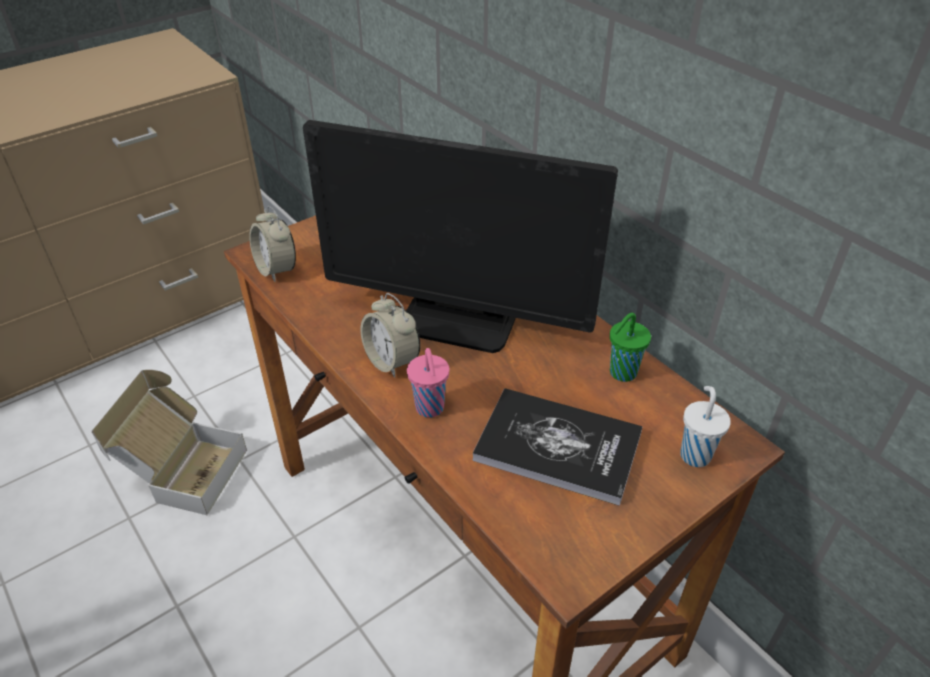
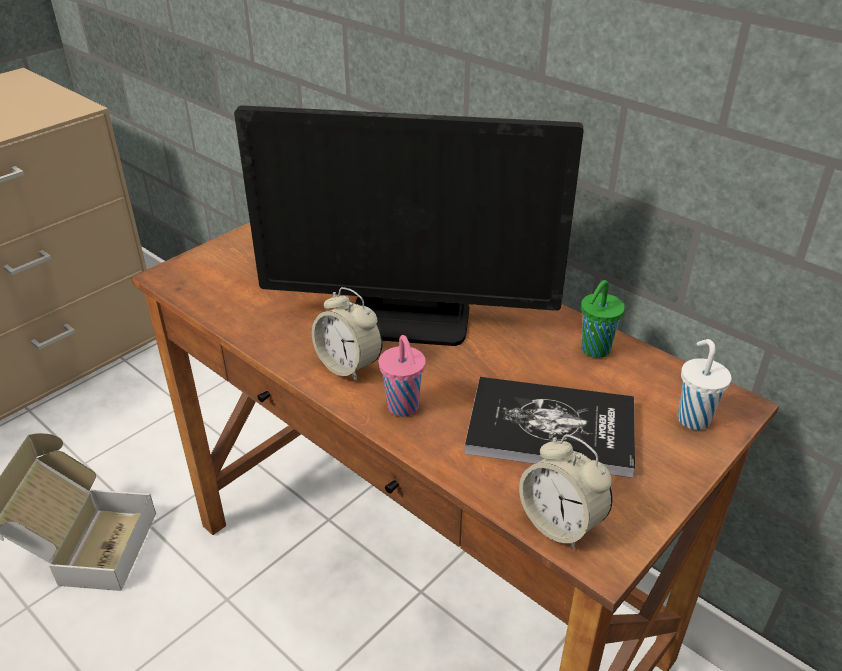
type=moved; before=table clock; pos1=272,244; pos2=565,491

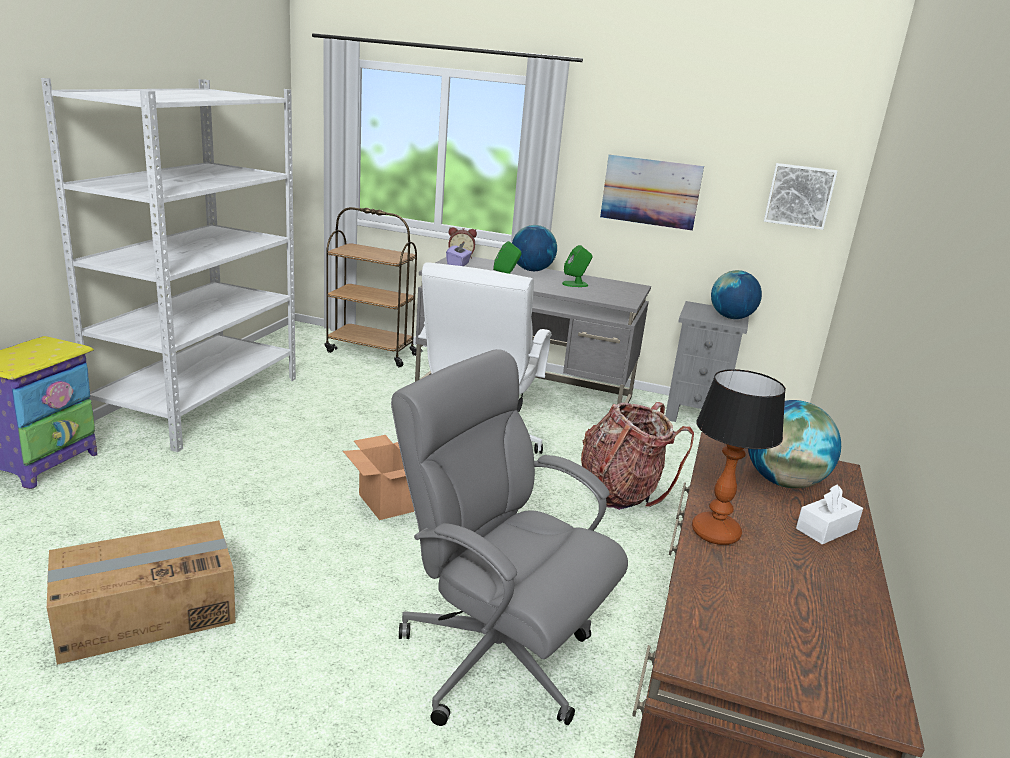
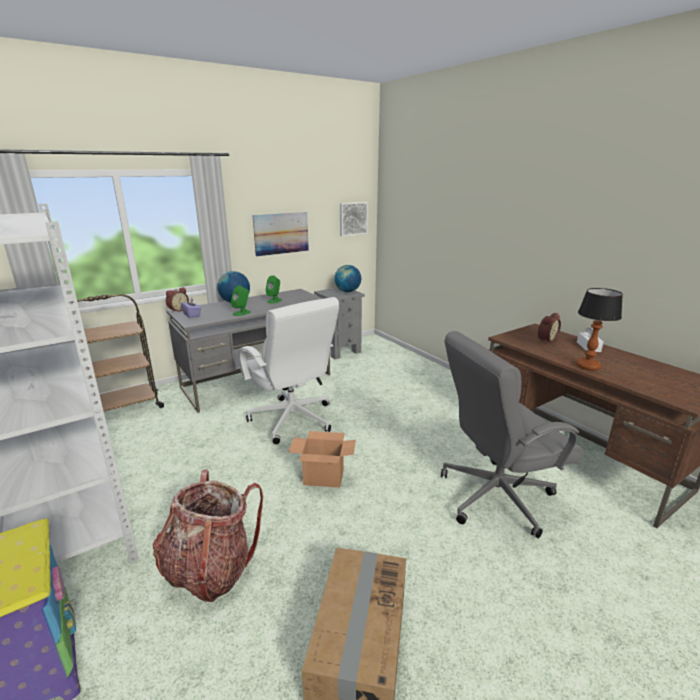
type=replaced; before=desk globe; after=table clock; pos1=794,444; pos2=549,328
type=moved; before=rucksack; pos1=637,456; pos2=208,535

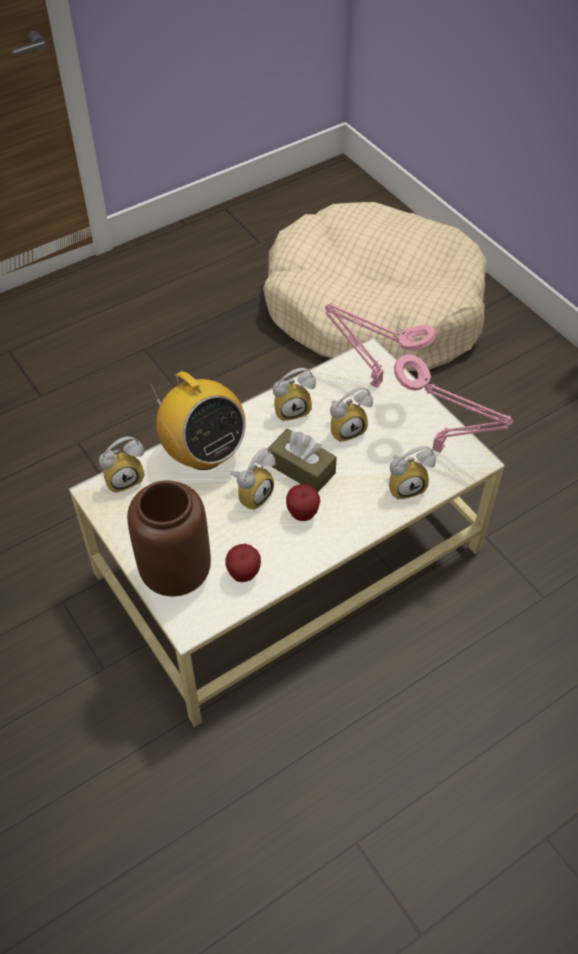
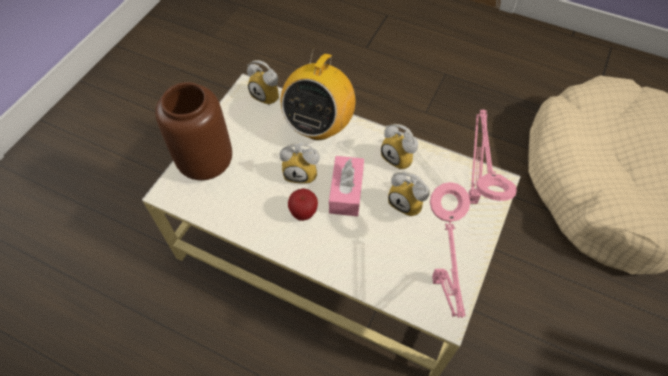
type=recoloured; before=tissue box in brown; after=tissue box in pink-coloured; pos1=302,460; pos2=346,186
type=removed; before=table clock; pos1=412,472
type=removed; before=whole apple; pos1=243,563

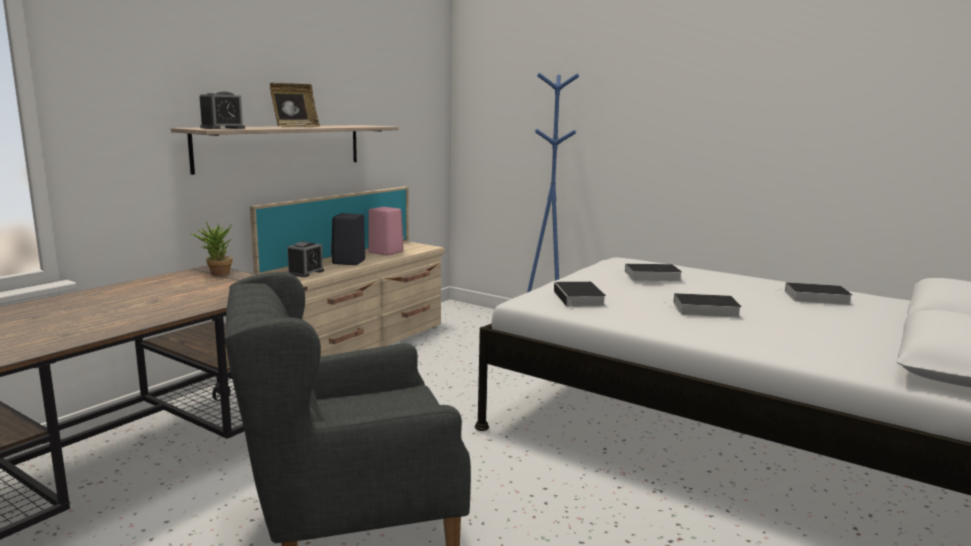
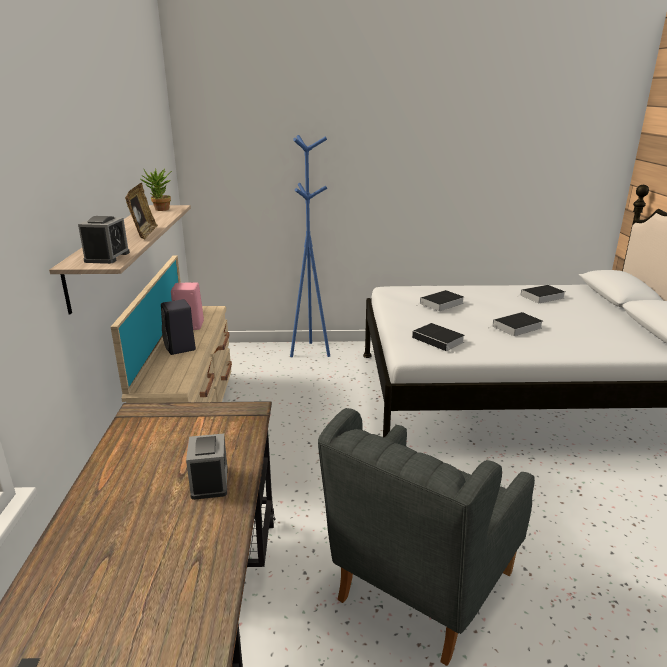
type=moved; before=plant in a pot; pos1=211,249; pos2=156,189
type=moved; before=table clock; pos1=305,259; pos2=207,467

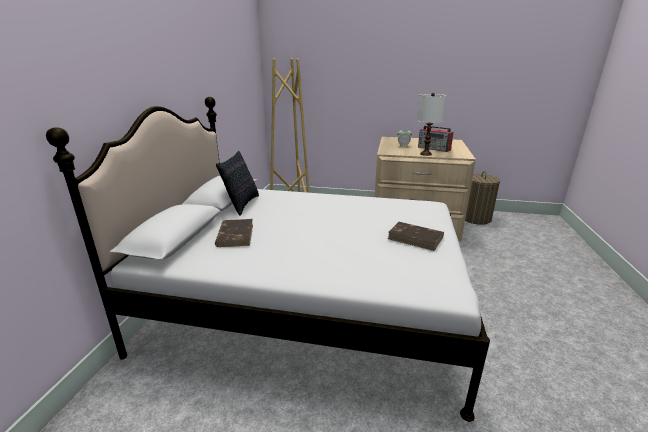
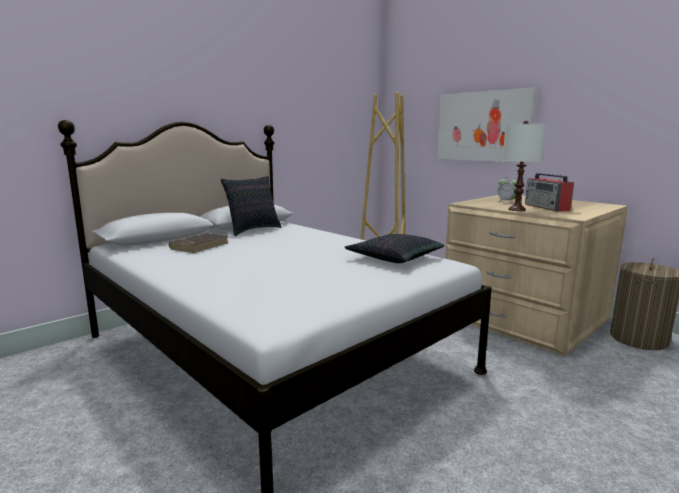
type=removed; before=bound book in brown; pos1=416,236
type=added; after=wall picture; pos2=487,125
type=added; after=pillow in black; pos2=394,248

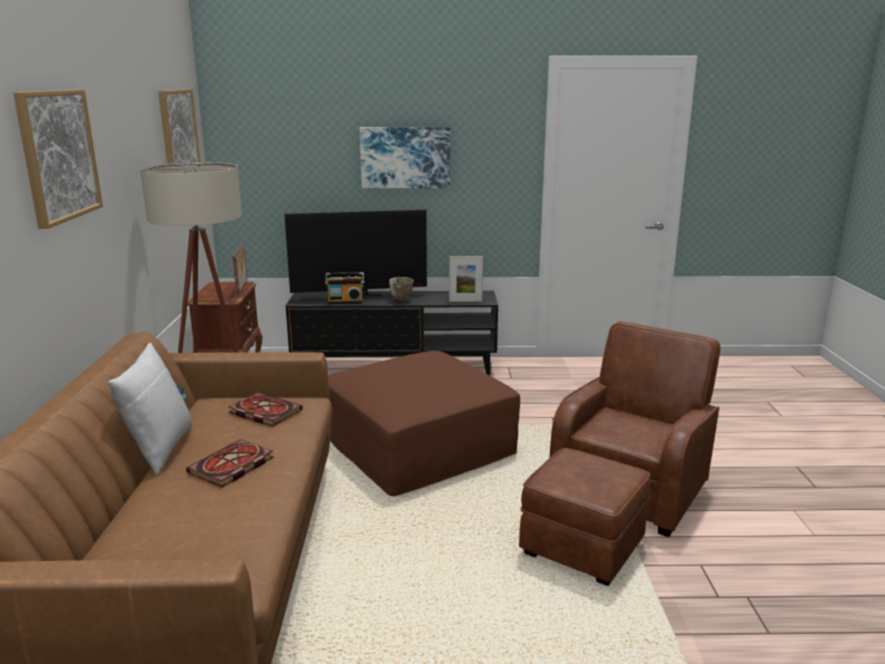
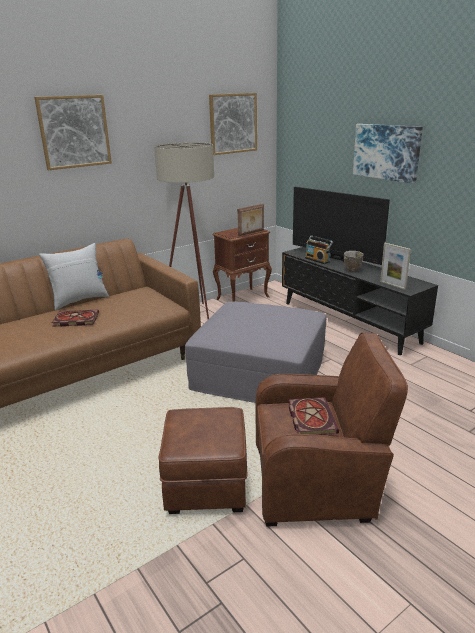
type=recoloured; before=pouffe in brown; after=pouffe in gray; pos1=424,423; pos2=255,352
type=moved; before=bound book; pos1=266,410; pos2=314,416

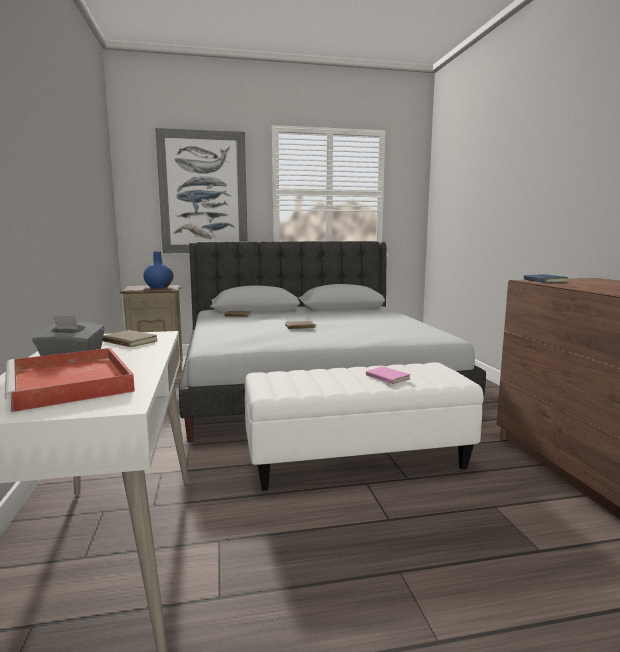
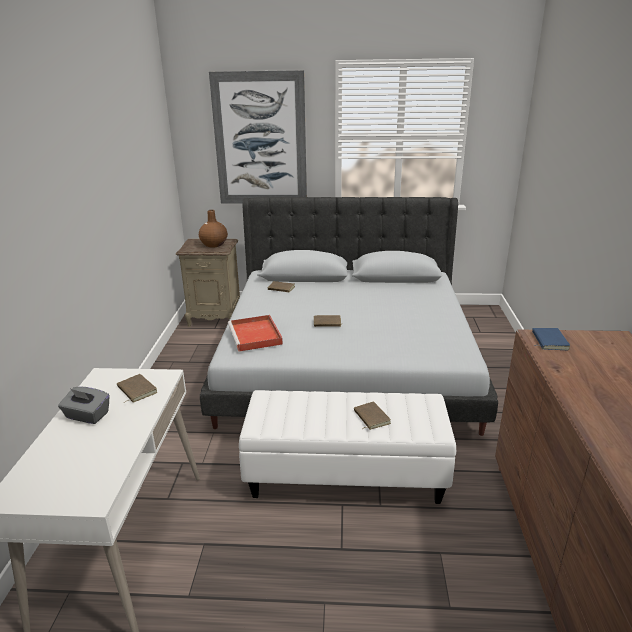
type=recoloured; before=vase in blue; after=vase in brown; pos1=158,269; pos2=213,228
type=moved; before=carrying tray in reddish; pos1=70,380; pos2=255,333
type=recoloured; before=bound book in pink-coloured; after=bound book in brown; pos1=388,375; pos2=372,416

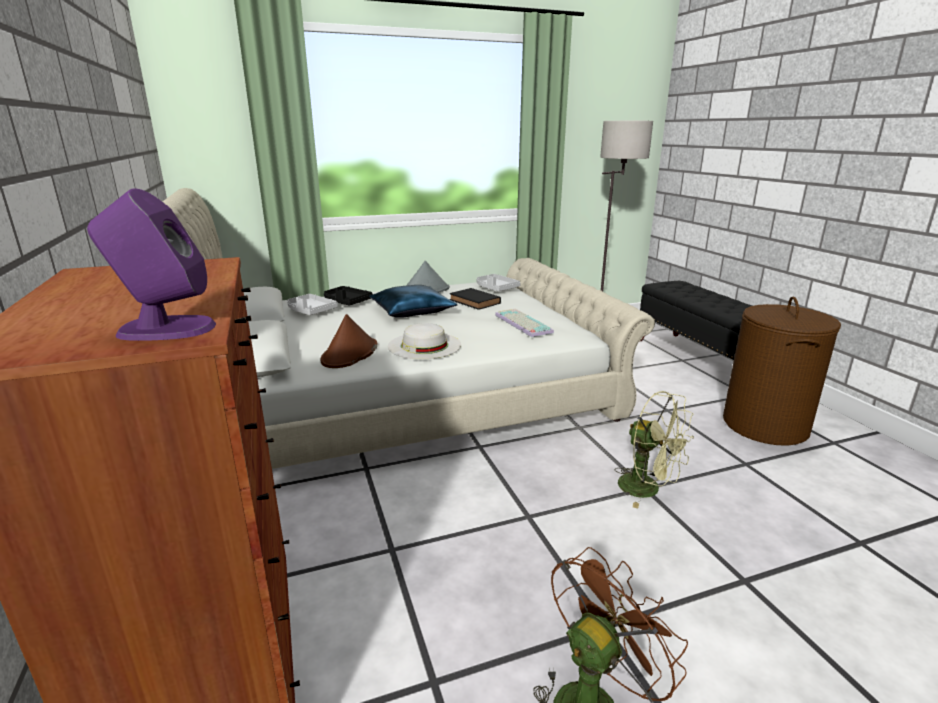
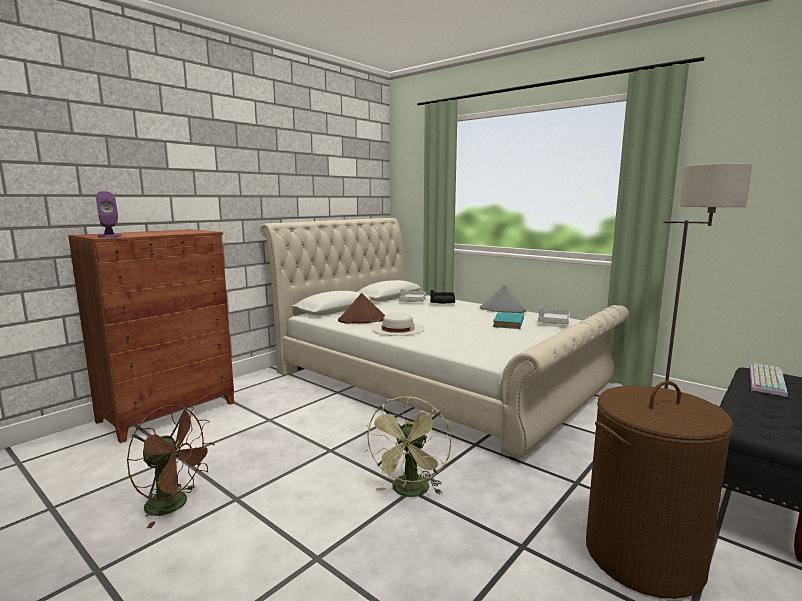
type=removed; before=pillow in blue; pos1=413,301
type=recoloured; before=bound book in black; after=bound book in turquoise-coloured; pos1=475,299; pos2=508,320
type=moved; before=PC keyboard; pos1=524,323; pos2=768,380

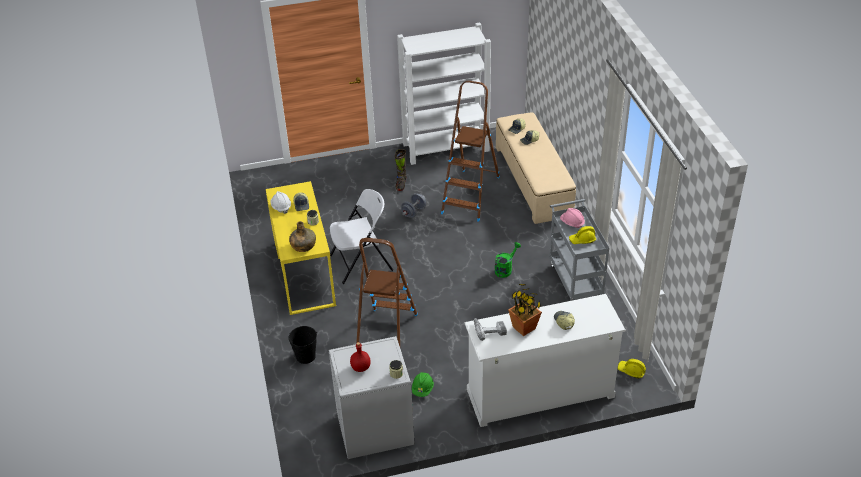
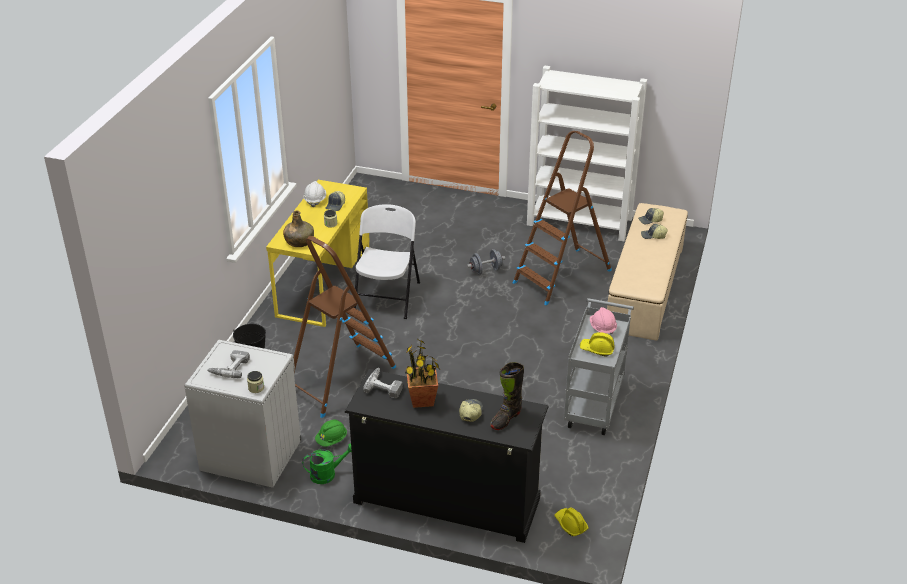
type=moved; before=tall boot in black; pos1=400,170; pos2=507,396
type=turned; before=upright chair in white-coloured; pos1=361,236; pos2=387,261; turn=-90
type=moved; before=watering can in green-coloured; pos1=508,260; pos2=327,464
type=recoloured; before=cabinet in white-coloured; after=cabinet in black; pos1=545,360; pos2=446,456
type=replaced; before=beverage bottle in reddish; after=power drill; pos1=360,357; pos2=229,364

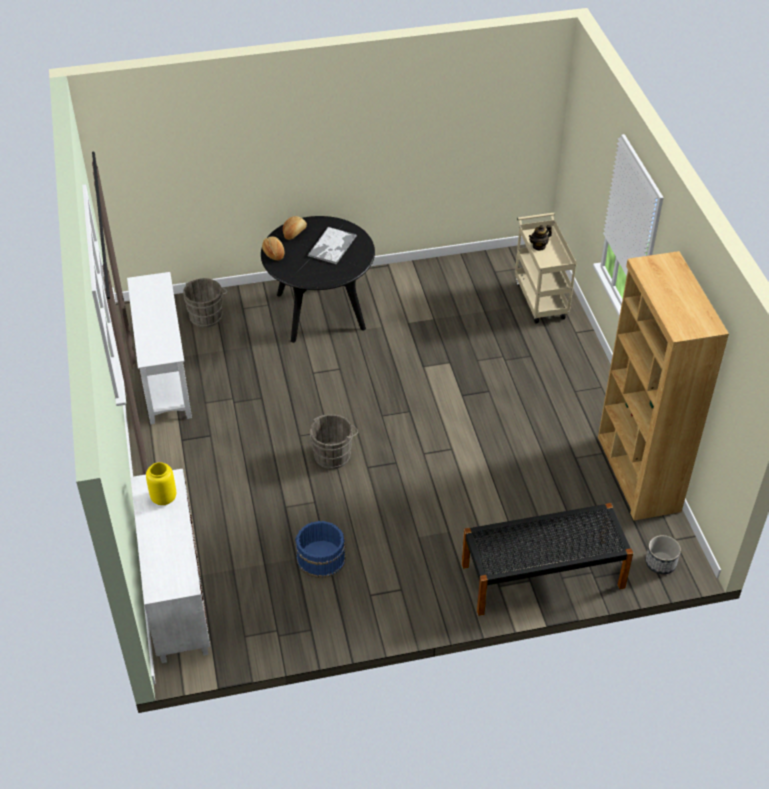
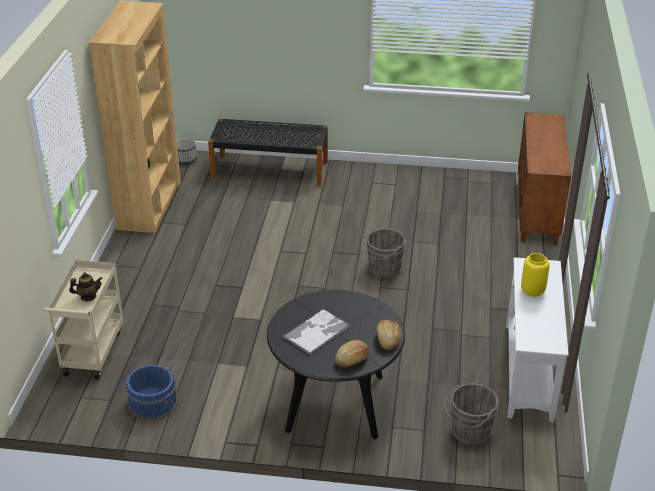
type=moved; before=vase in yellowish; pos1=161,483; pos2=535,275
type=recoloured; before=cabinet in white-coloured; after=cabinet in brown; pos1=170,566; pos2=544,178
type=moved; before=bucket in blue; pos1=320,549; pos2=151,392

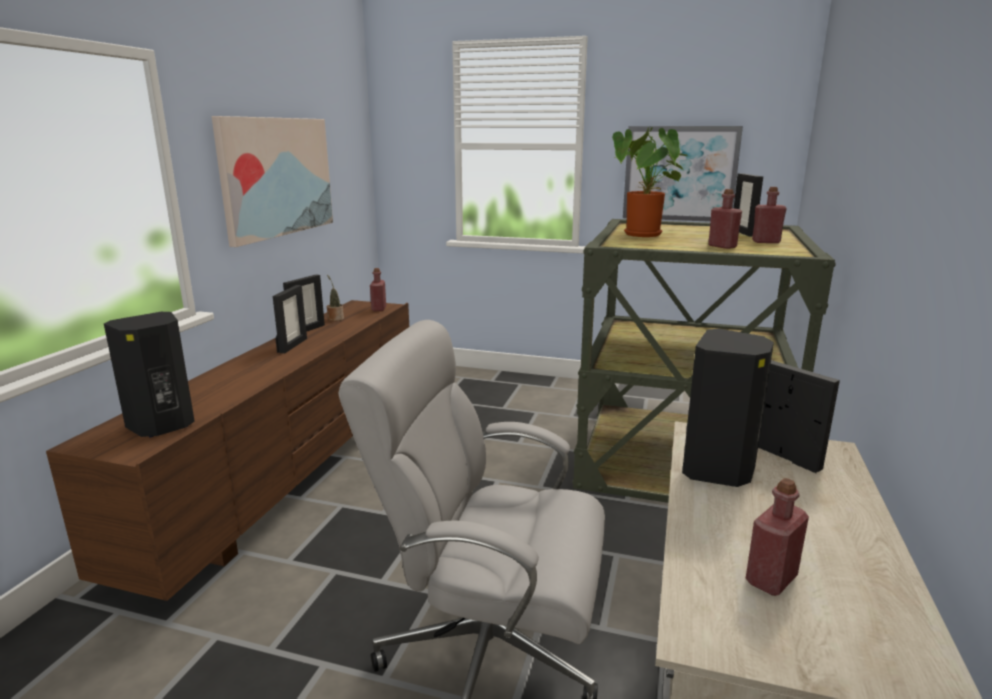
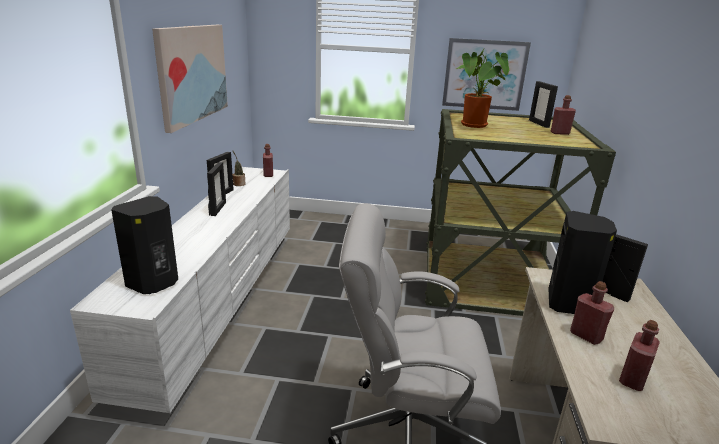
type=moved; before=beverage bottle in reddish; pos1=725,219; pos2=592,313
type=recoloured; before=cabinet in brown; after=cabinet in white-coloured; pos1=227,450; pos2=180,290

